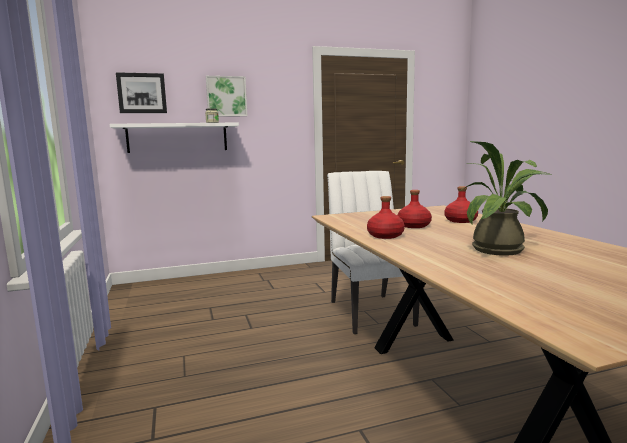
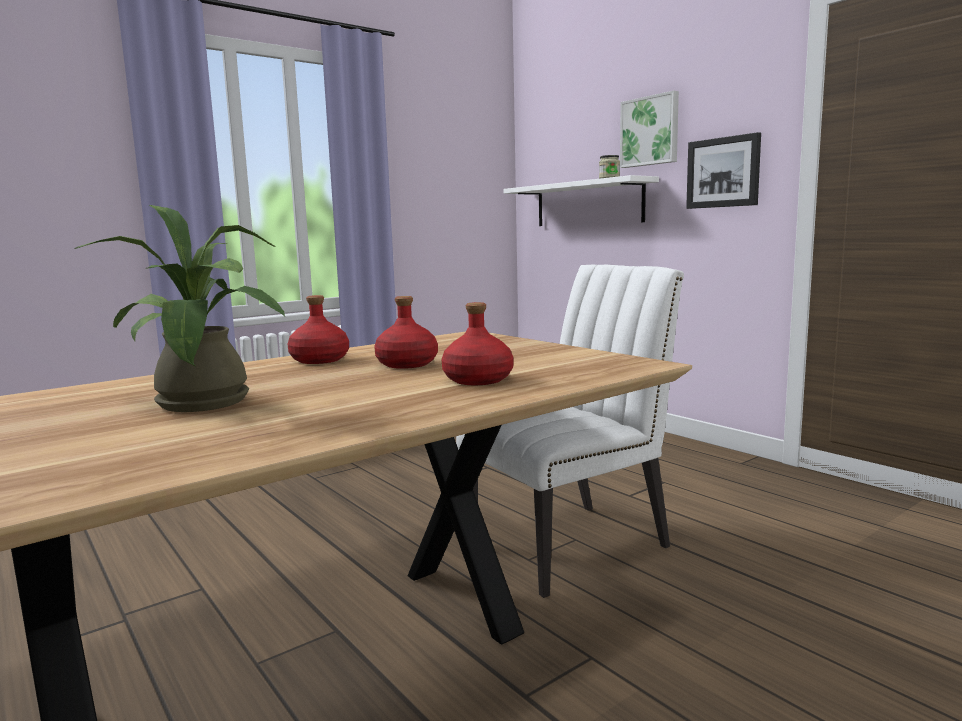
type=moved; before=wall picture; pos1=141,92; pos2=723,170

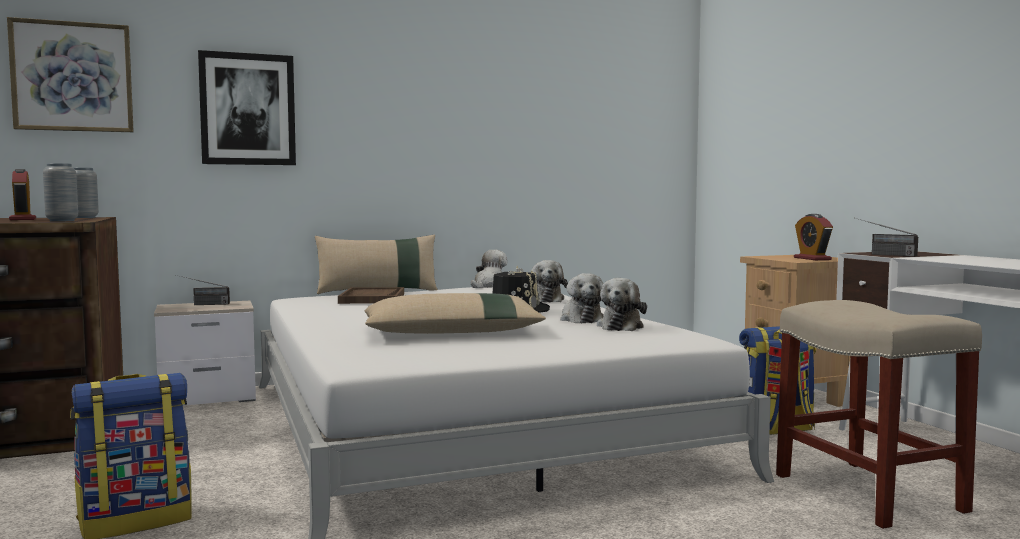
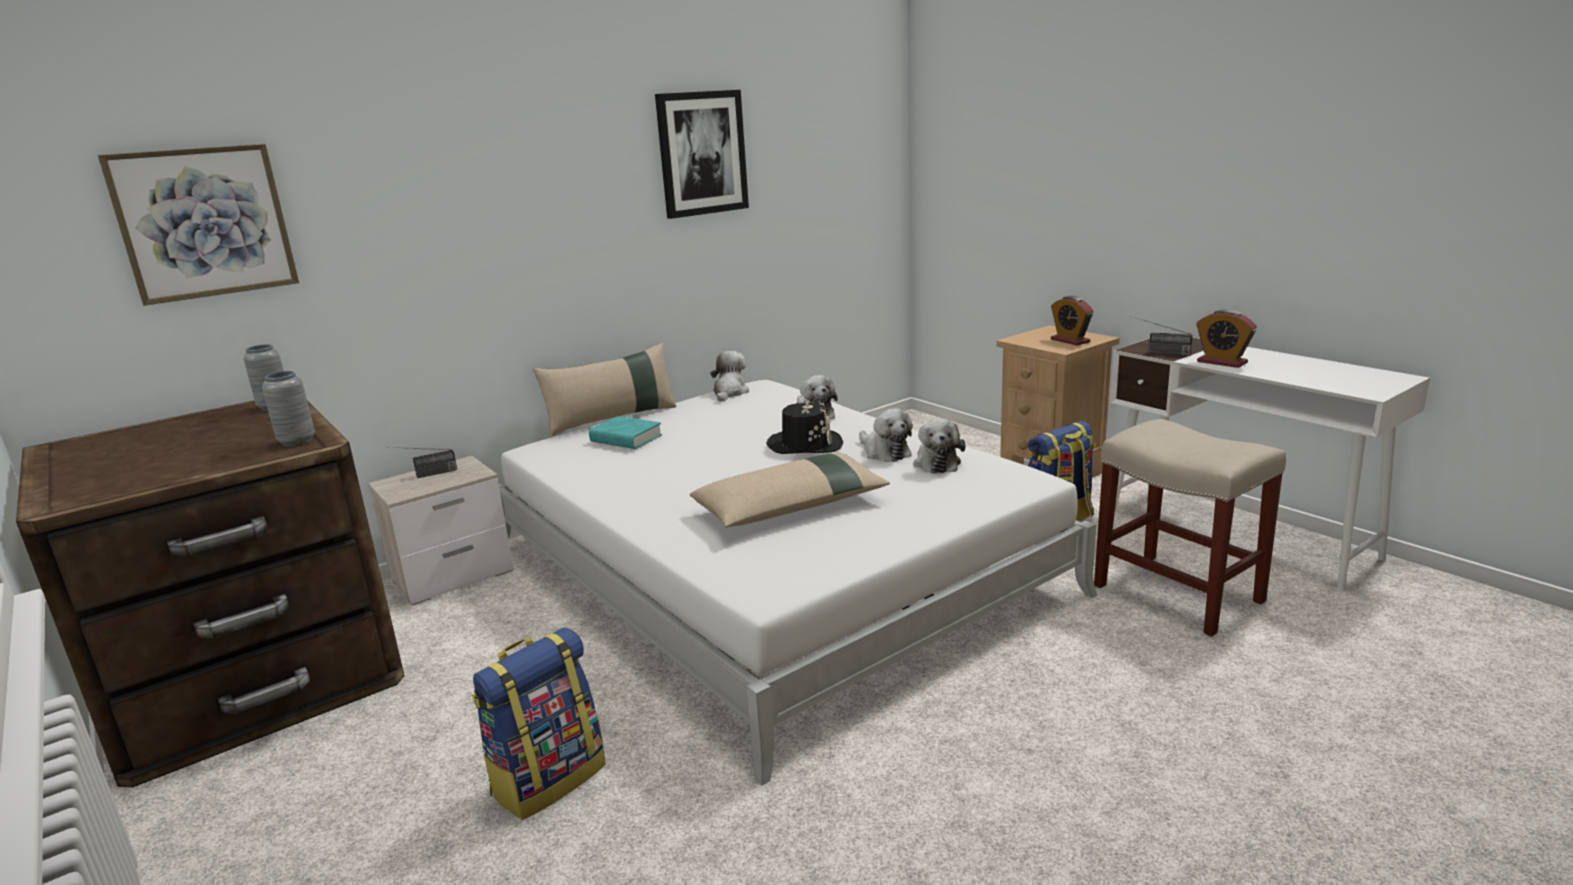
type=moved; before=wall picture; pos1=247,107; pos2=702,154
type=moved; before=table clock; pos1=22,194; pos2=1226,338
type=replaced; before=carrying tray in brown; after=bound book in turquoise-coloured; pos1=371,295; pos2=625,432

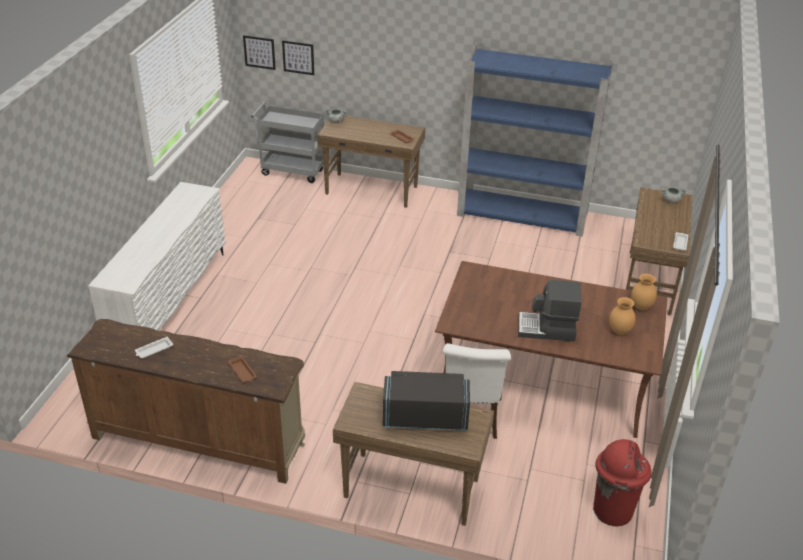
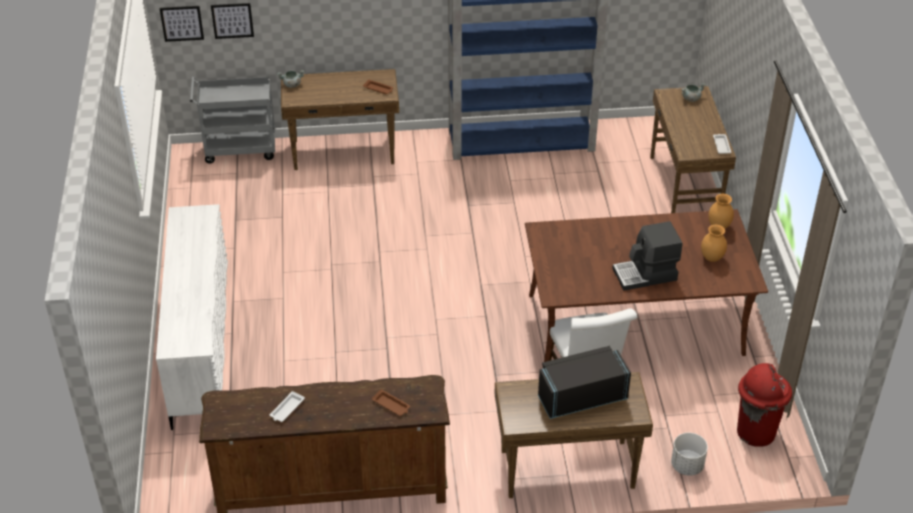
type=added; after=flower pot in white-coloured; pos2=689,454

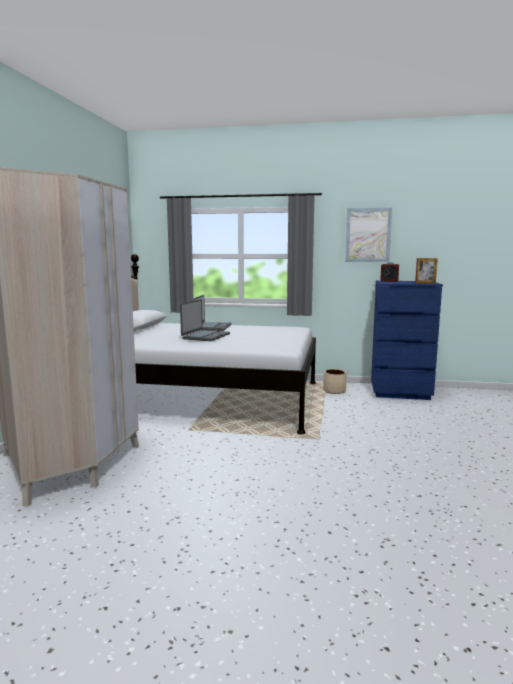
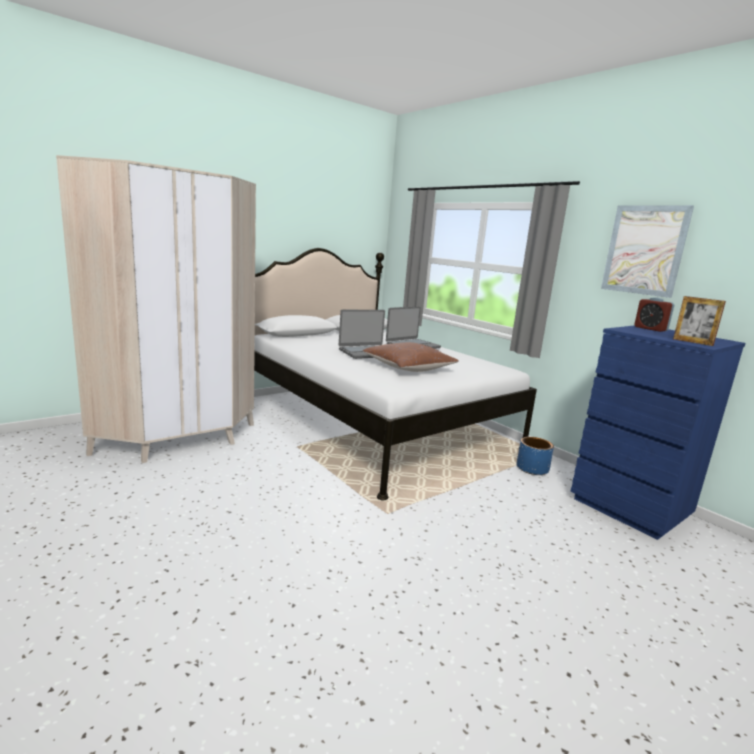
type=recoloured; before=flower pot in beige; after=flower pot in blue; pos1=334,381; pos2=535,456
type=added; after=pillow in brown; pos2=411,357

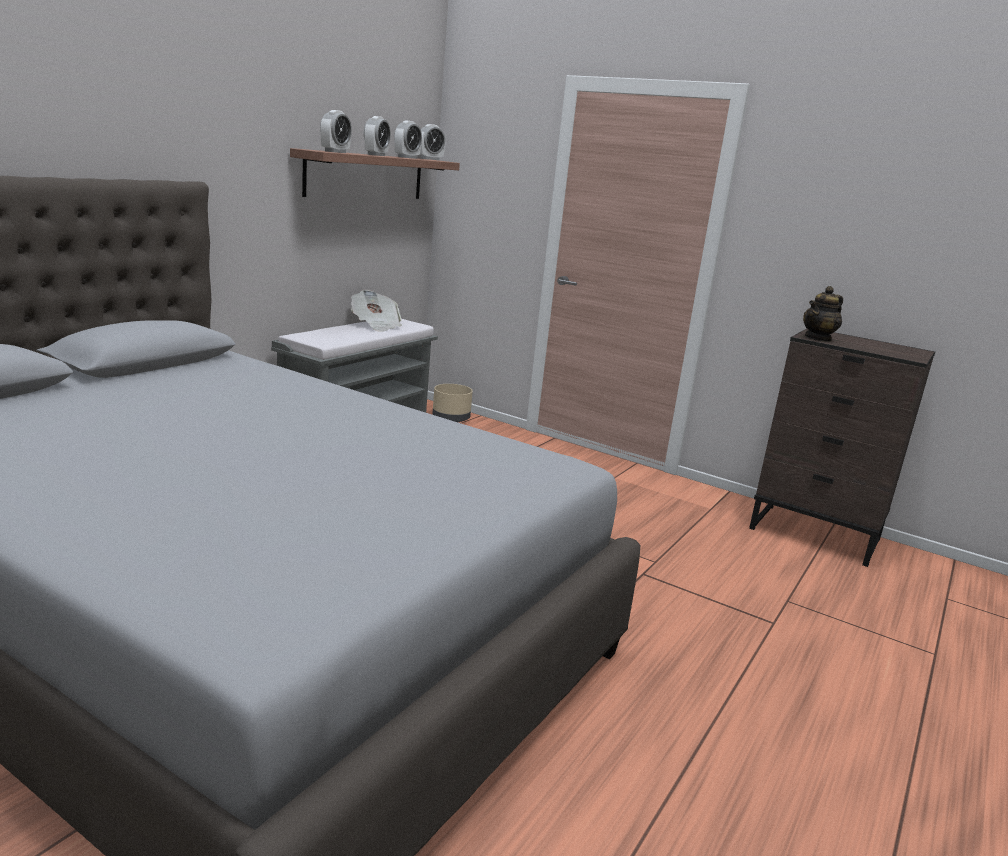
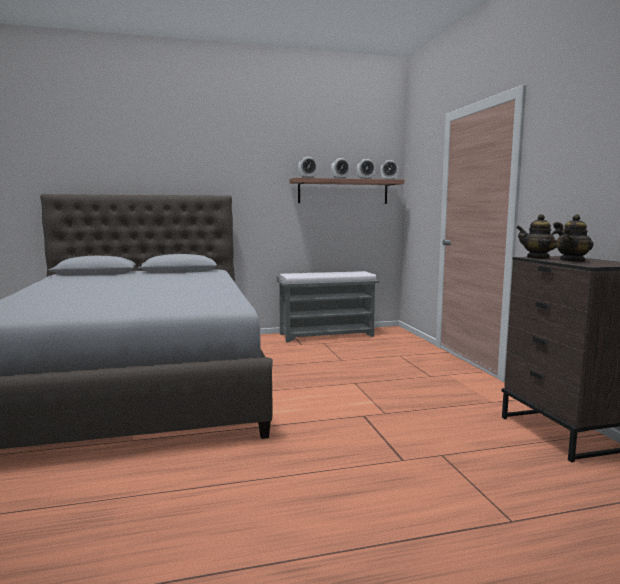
type=removed; before=daily paper; pos1=376,311
type=removed; before=flower pot in beige; pos1=452,403
type=added; after=pot for tea; pos2=574,238

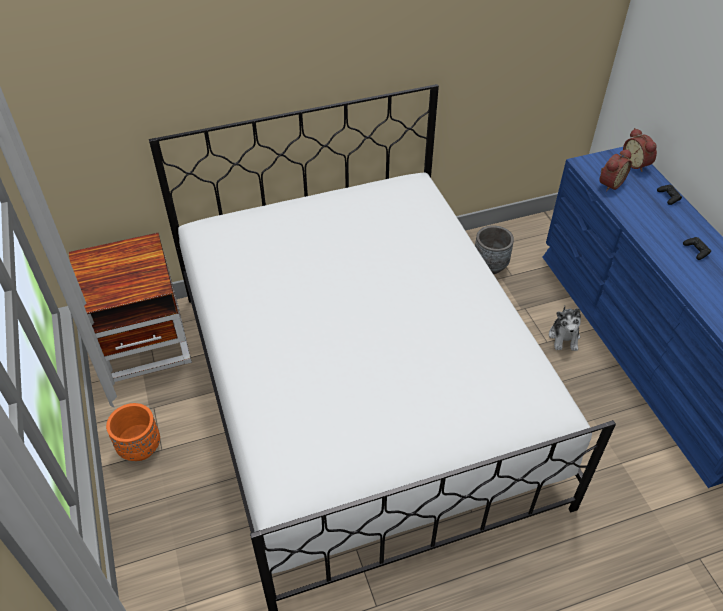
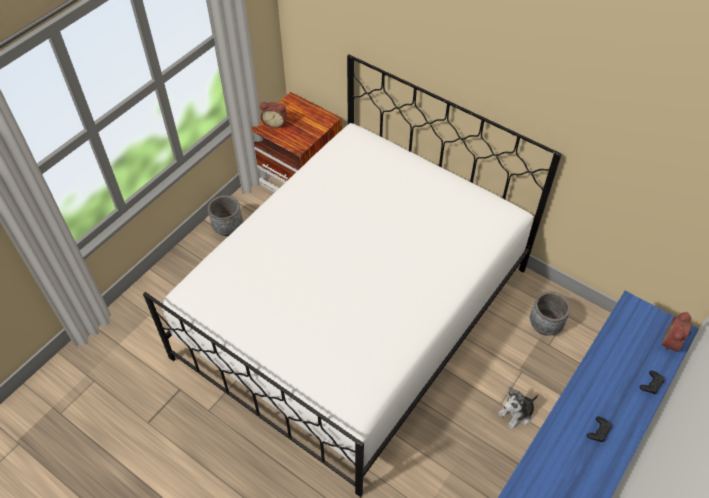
type=moved; before=table clock; pos1=616,170; pos2=273,115
type=recoloured; before=flower pot in orangey; after=flower pot in gray; pos1=133,432; pos2=225,215

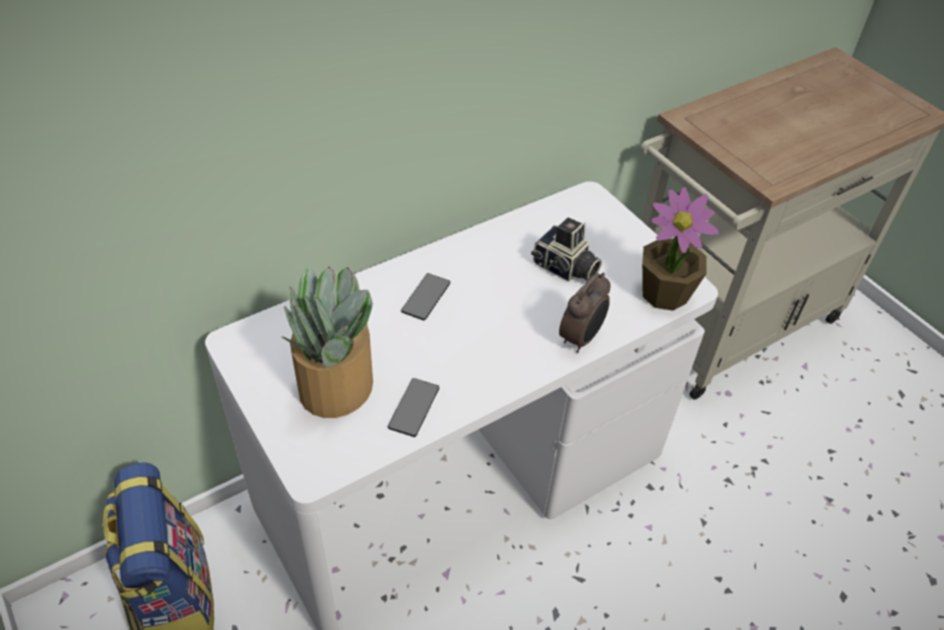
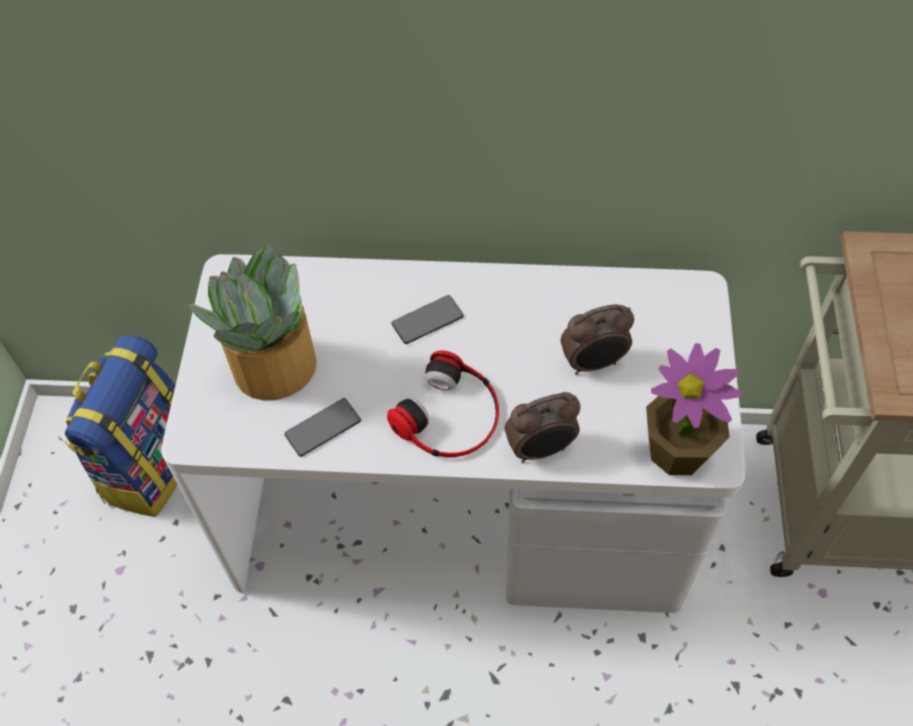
type=replaced; before=still camera; after=table clock; pos1=566,250; pos2=597,339
type=added; after=pair of headphones; pos2=443,403

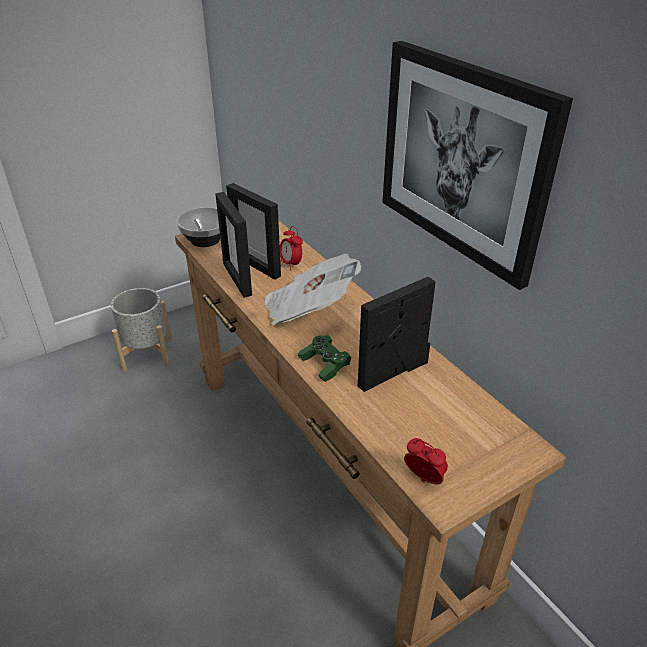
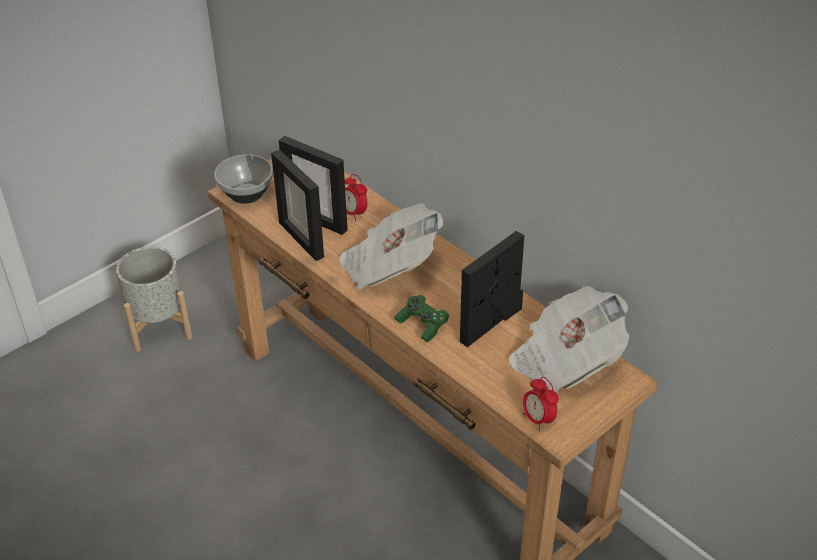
type=removed; before=wall picture; pos1=477,165
type=turned; before=table clock; pos1=426,461; pos2=541,404; turn=-150
type=added; after=daily paper; pos2=569,339

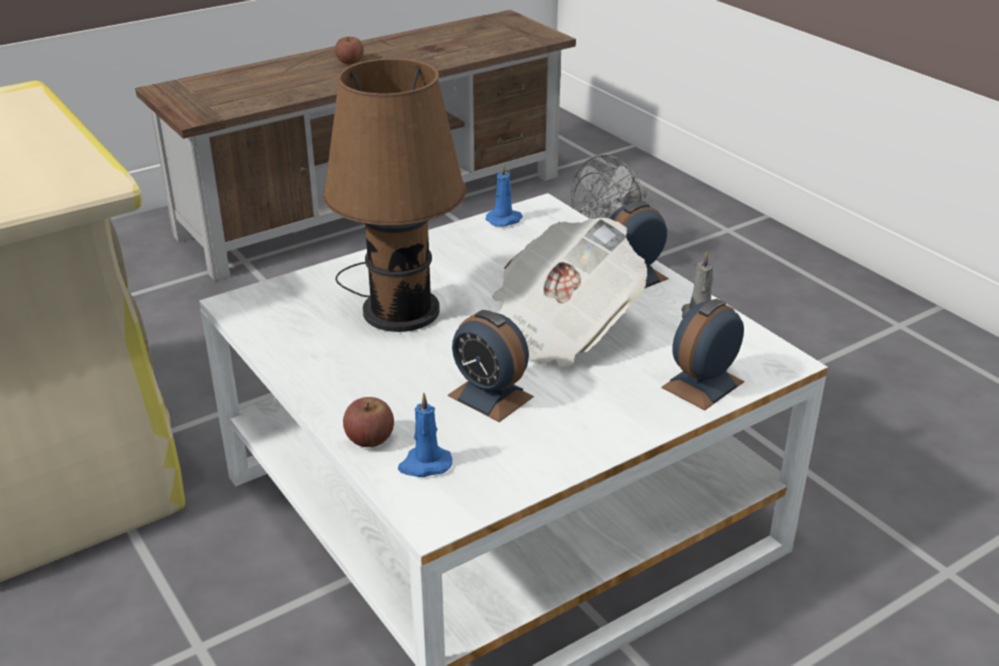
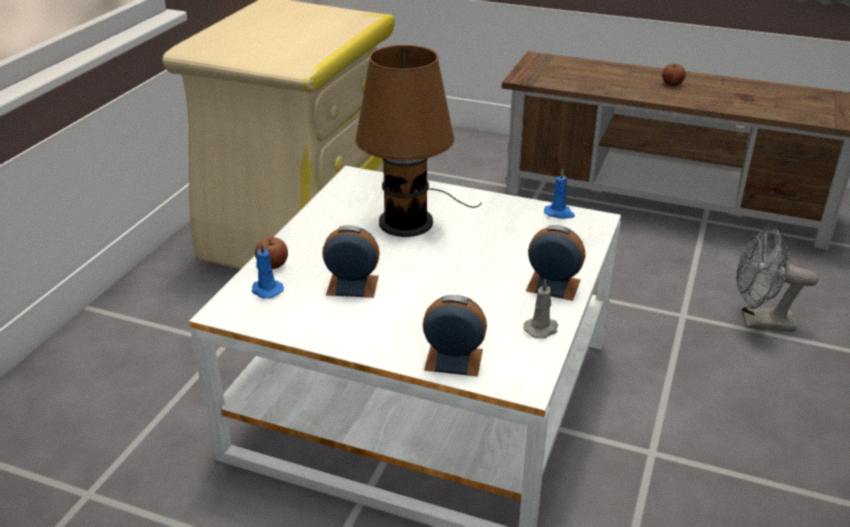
type=removed; before=daily paper; pos1=569,292
type=turned; before=table clock; pos1=491,366; pos2=351,261; turn=90

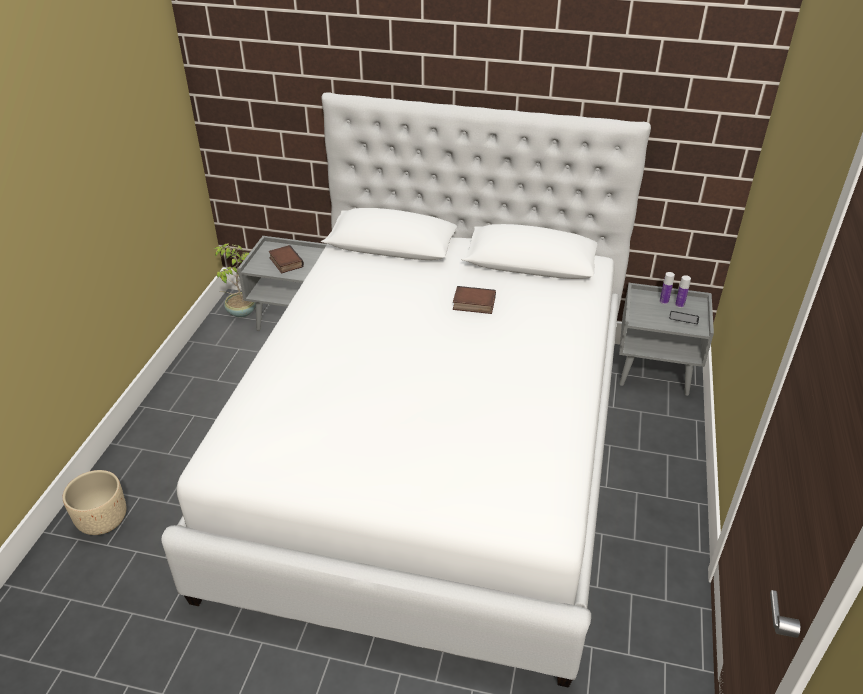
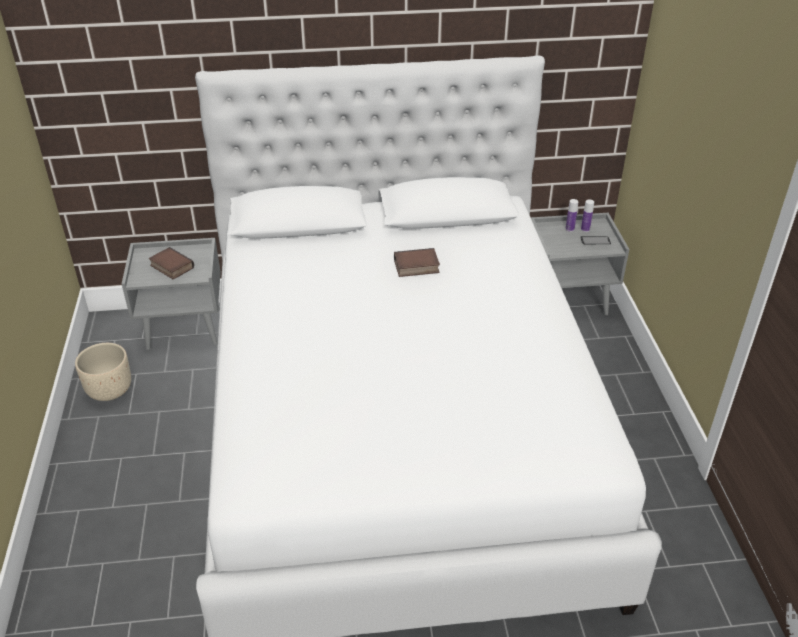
type=removed; before=plant in a pot; pos1=235,281
type=moved; before=flower pot in beige; pos1=94,502; pos2=103,372

